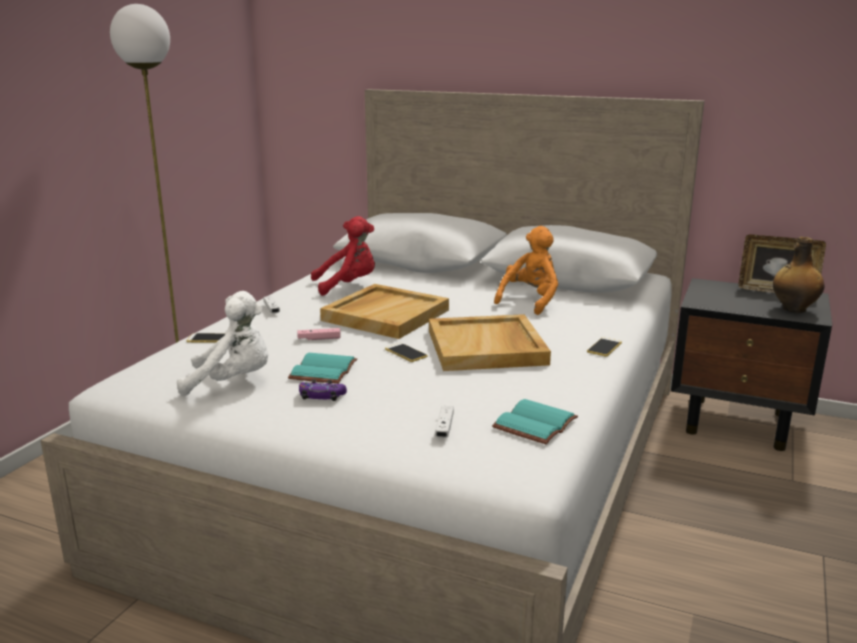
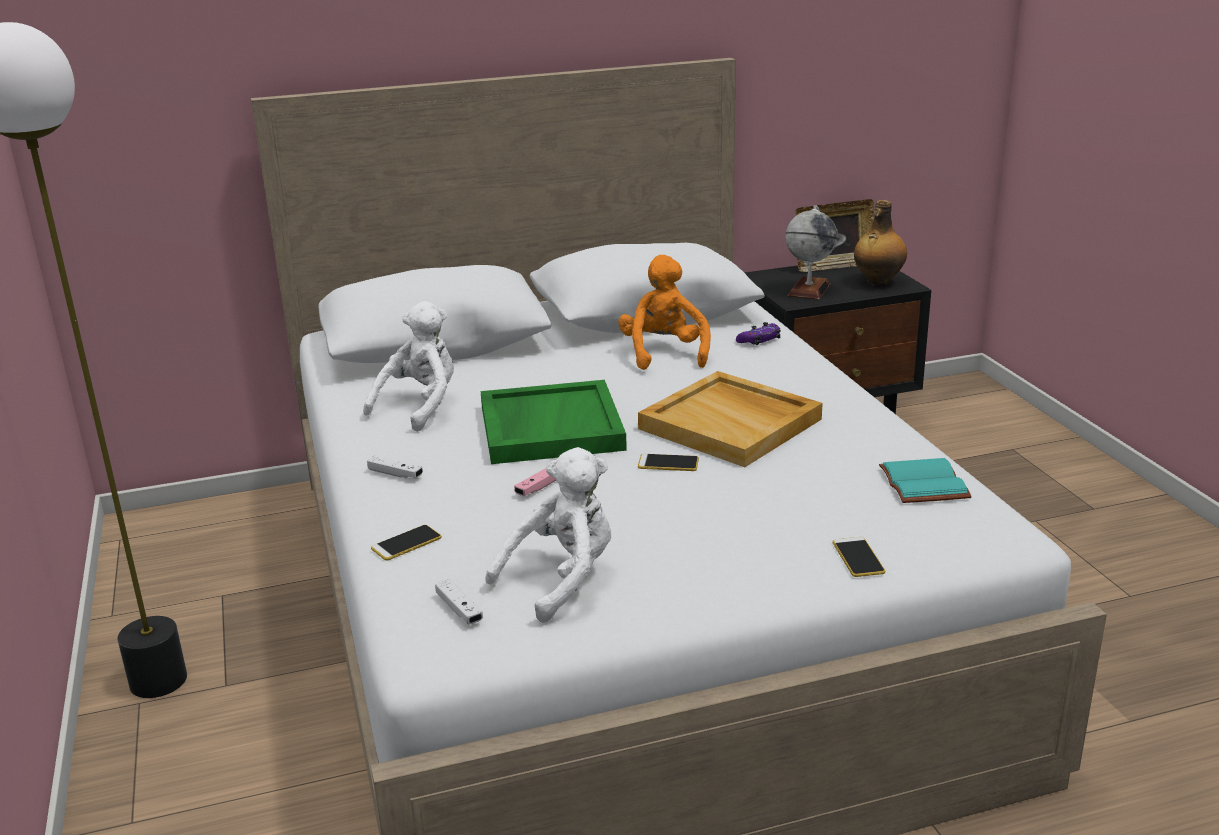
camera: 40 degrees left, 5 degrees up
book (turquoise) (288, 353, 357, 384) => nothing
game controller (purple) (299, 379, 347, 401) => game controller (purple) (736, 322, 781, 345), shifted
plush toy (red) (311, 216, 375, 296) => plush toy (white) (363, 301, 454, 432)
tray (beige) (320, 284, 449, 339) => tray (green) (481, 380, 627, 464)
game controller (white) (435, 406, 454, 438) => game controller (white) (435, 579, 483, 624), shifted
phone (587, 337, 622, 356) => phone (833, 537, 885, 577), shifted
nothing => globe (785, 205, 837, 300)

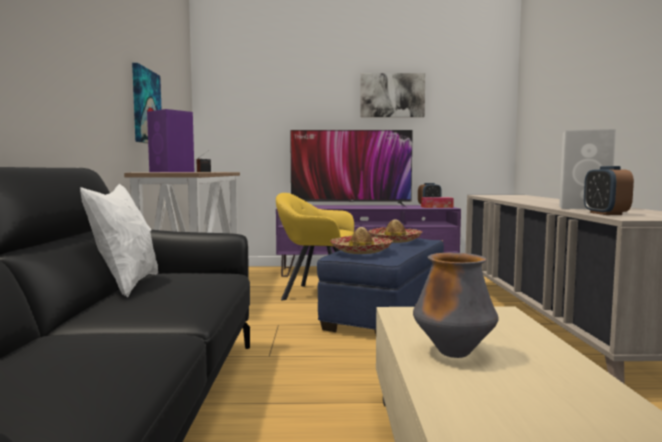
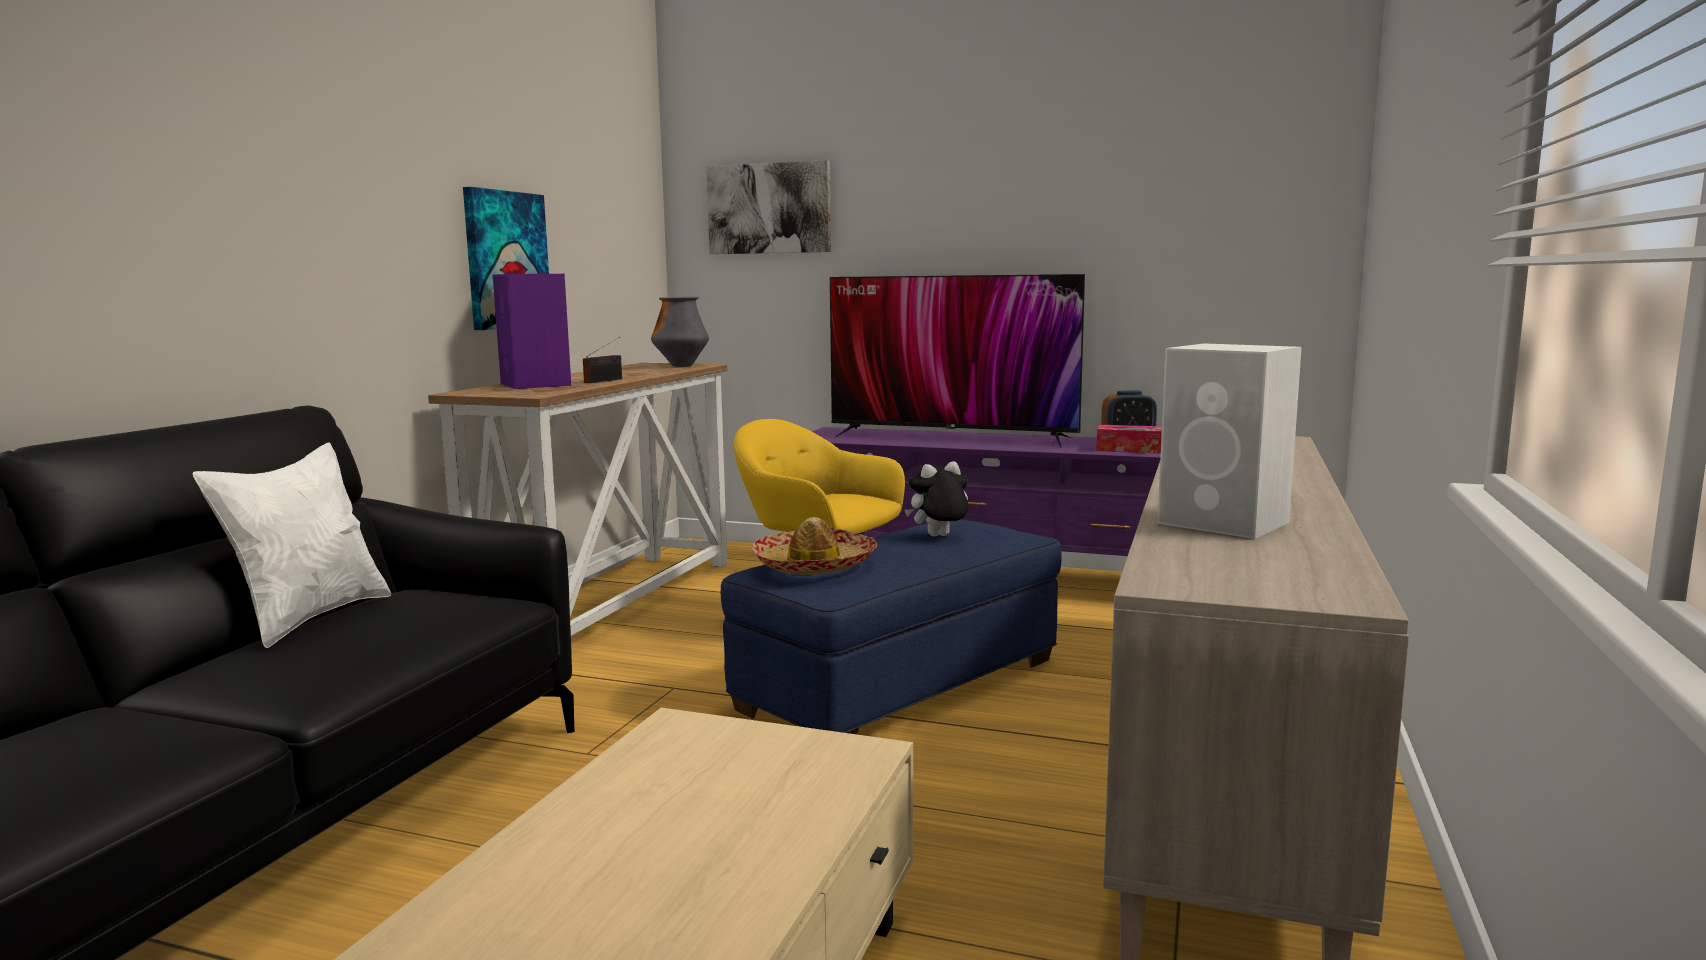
camera: 20 degrees right, 5 degrees up
picture (360, 73, 425, 117) => picture (706, 160, 831, 254), shifted
hat (368, 219, 423, 243) => plush toy (905, 461, 968, 537)
vase (413, 253, 498, 358) => vase (651, 297, 709, 367), shifted
alarm clock (584, 166, 634, 215) => nothing

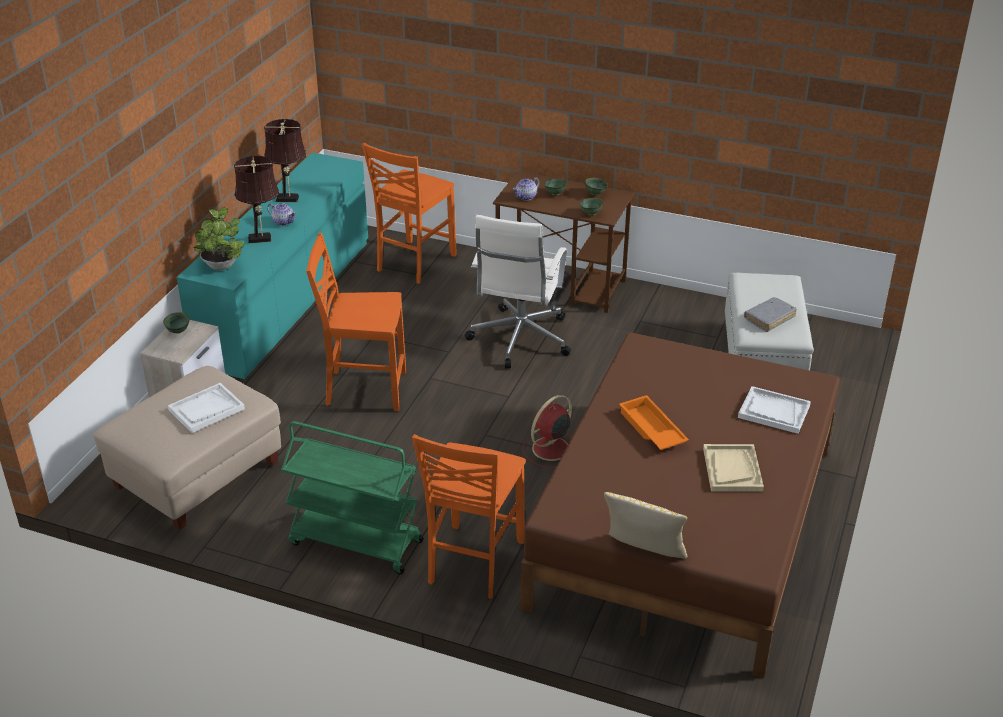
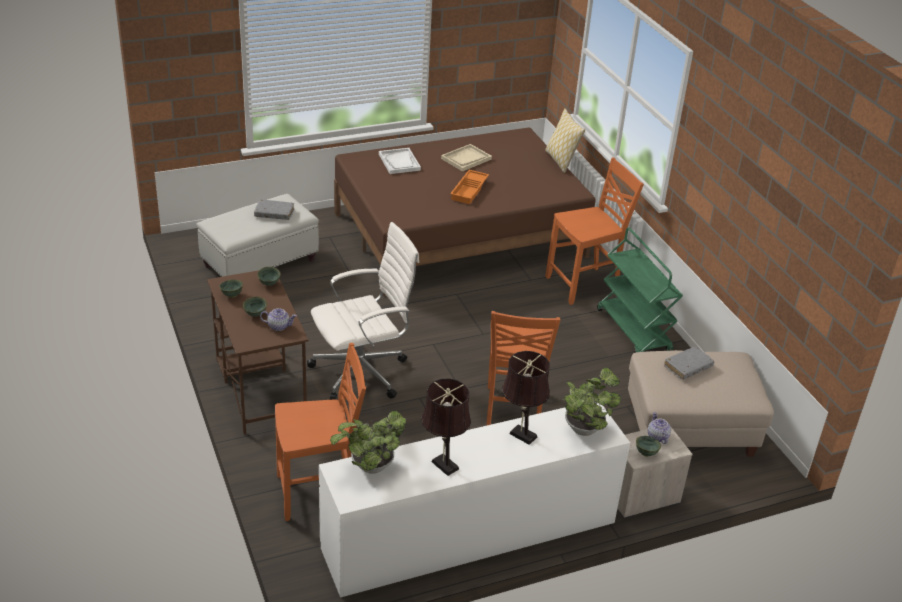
camera: 135 degrees left, 0 degrees up
tray (white) (168, 383, 245, 433) => book (grey) (664, 347, 714, 380)
dresser (turquoise) (177, 152, 368, 379) => dresser (white) (319, 402, 630, 598)
teapot (267, 203, 296, 226) => teapot (648, 412, 671, 444), shifted
chair (orange) (306, 233, 406, 411) => chair (orange) (486, 311, 560, 426), 45 degrees clockwise
fan (red) (522, 395, 572, 468) => nothing
nothing => potted plant (330, 411, 407, 474)

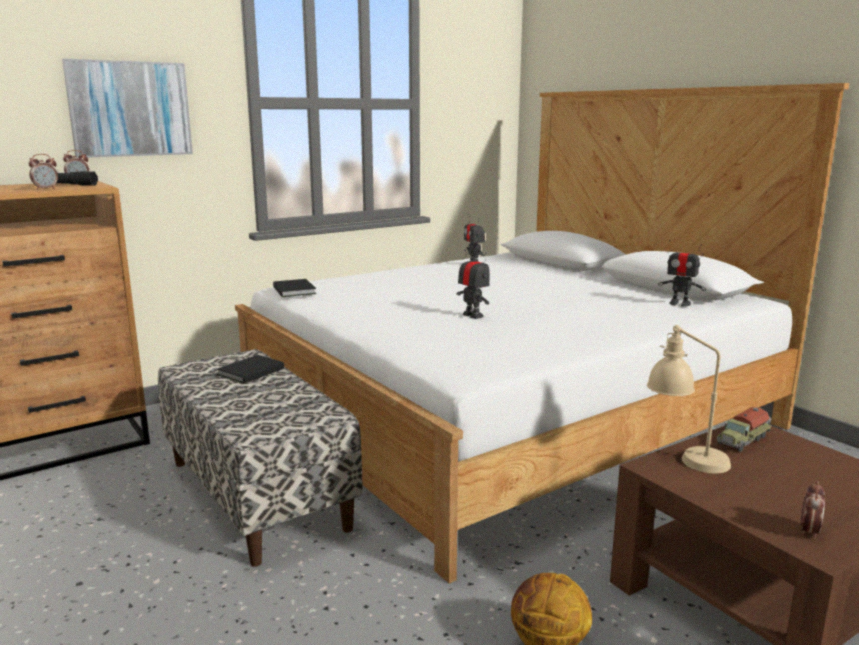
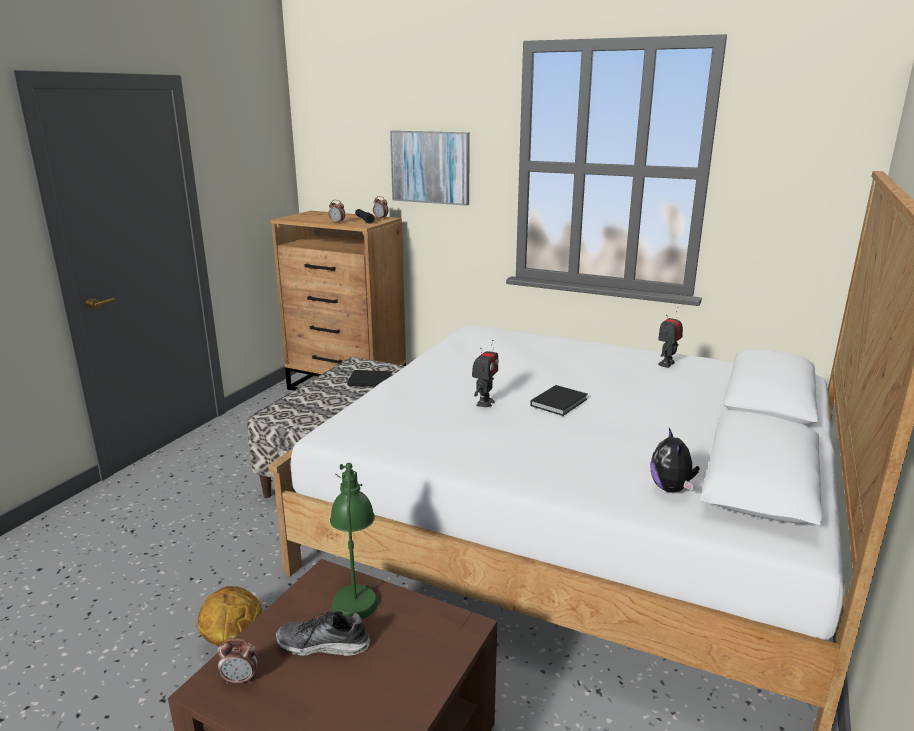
camera: 60 degrees right, 5 degrees up
book (black) (273, 279, 316, 297) => book (black) (530, 385, 587, 416), shifted
table lamp (beige) (647, 325, 731, 473) => table lamp (green) (330, 463, 378, 619)
toy robot (658, 240, 706, 307) => plush toy (650, 428, 700, 492)
toy truck (717, 407, 771, 452) => nothing
nothing => shoe (276, 611, 370, 656)

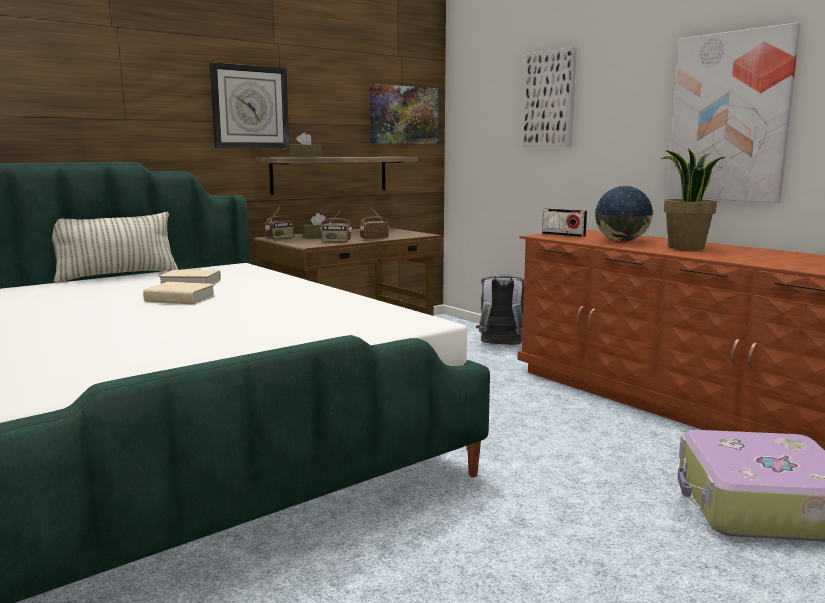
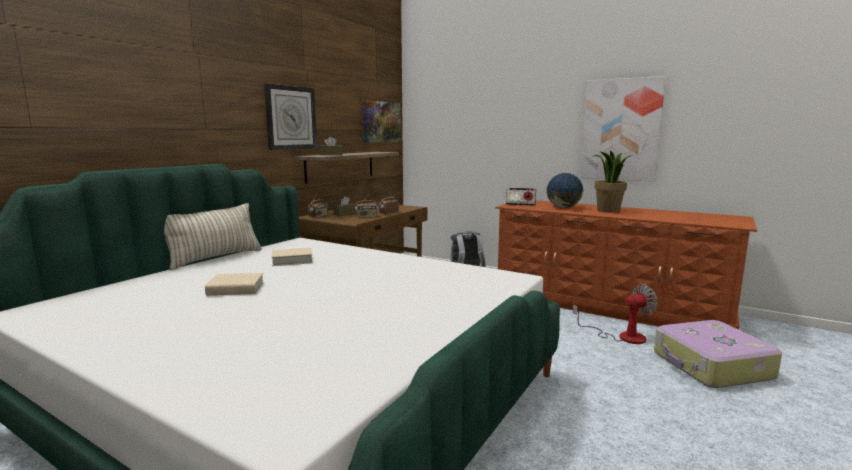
camera: 20 degrees left, 0 degrees up
book (beige) (143, 282, 215, 305) => book (beige) (205, 273, 264, 296), shifted
picture (522, 47, 576, 147) => nothing
nothing => fan (573, 284, 658, 344)

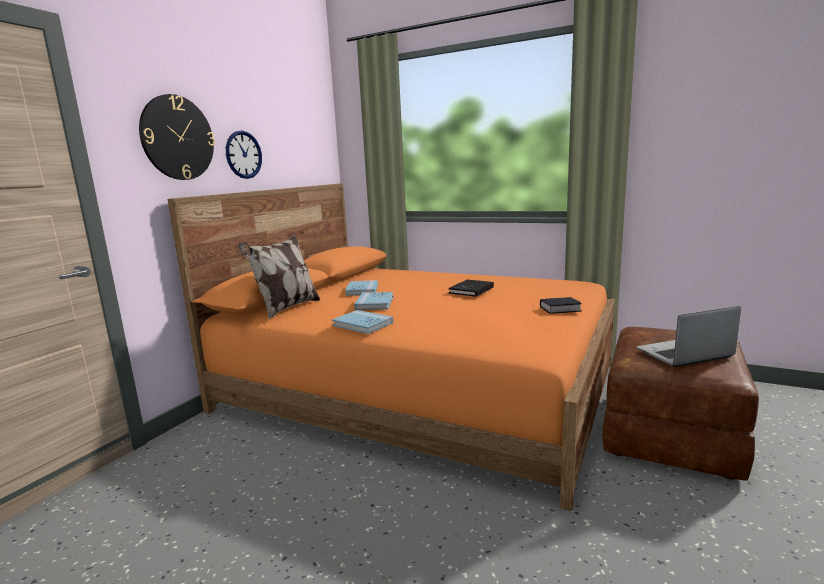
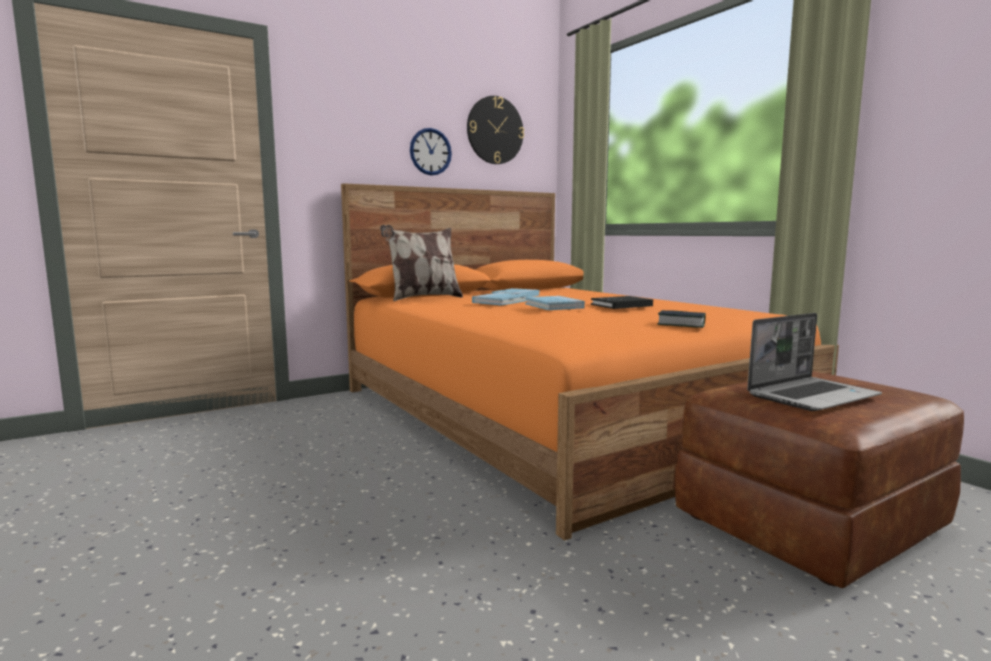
camera: 30 degrees right, 5 degrees down
wall clock (139, 94, 215, 180) => wall clock (467, 96, 524, 164), shifted
book (blue) (332, 310, 393, 334) => book (blue) (525, 296, 585, 310), shifted
laptop (637, 306, 741, 367) => laptop (747, 313, 882, 411), 135 degrees clockwise

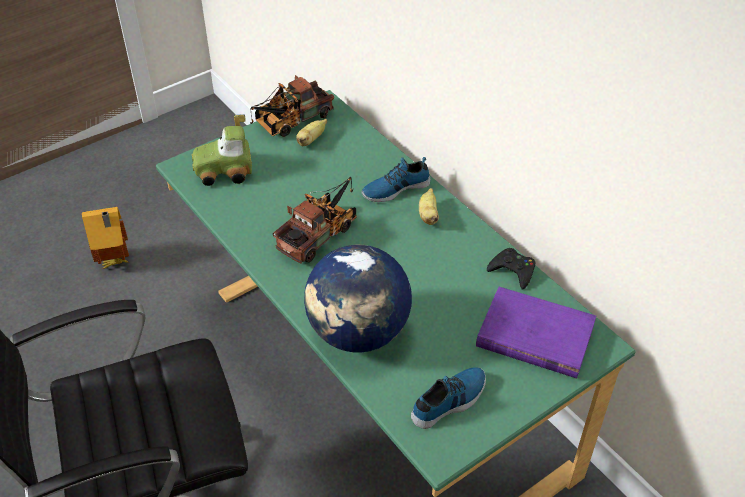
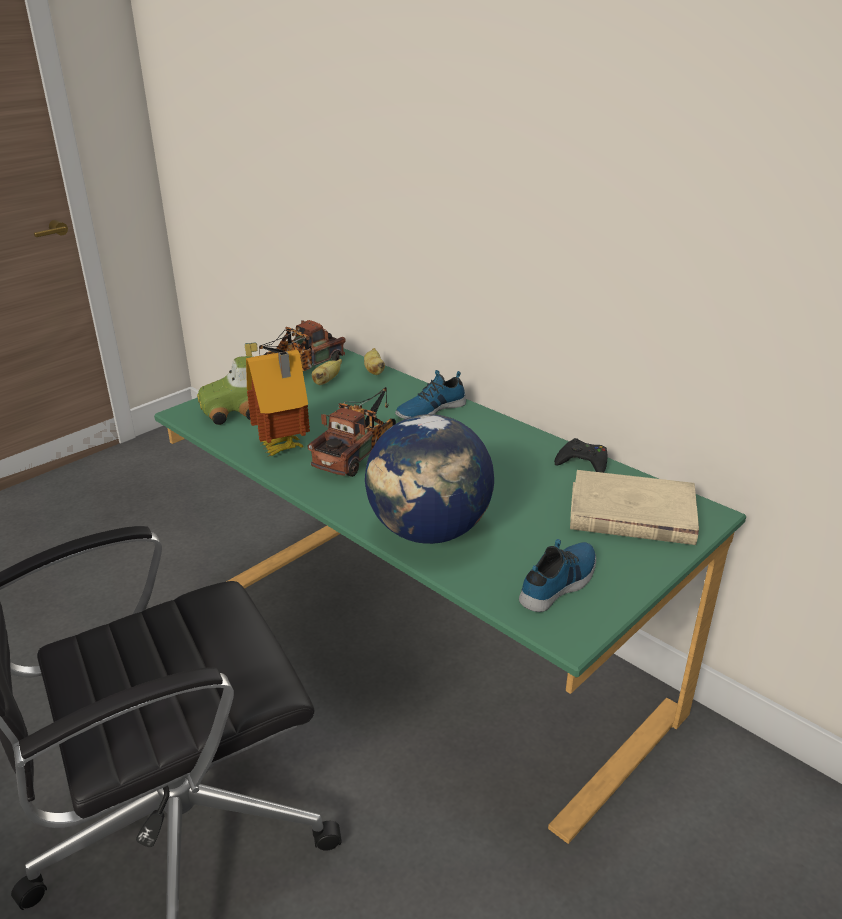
camera: 10 degrees left, 15 degrees down
toy house (82, 207, 129, 269) => toy house (246, 350, 310, 456), shifted
banana (419, 188, 439, 225) => banana (364, 348, 385, 375), shifted
book (purple) (476, 287, 596, 378) => book (beige) (570, 470, 699, 545)

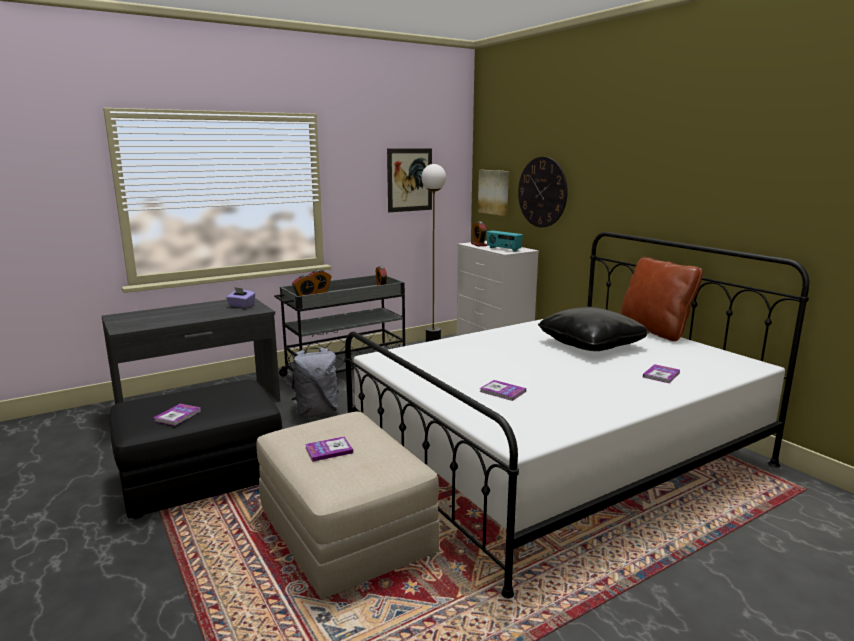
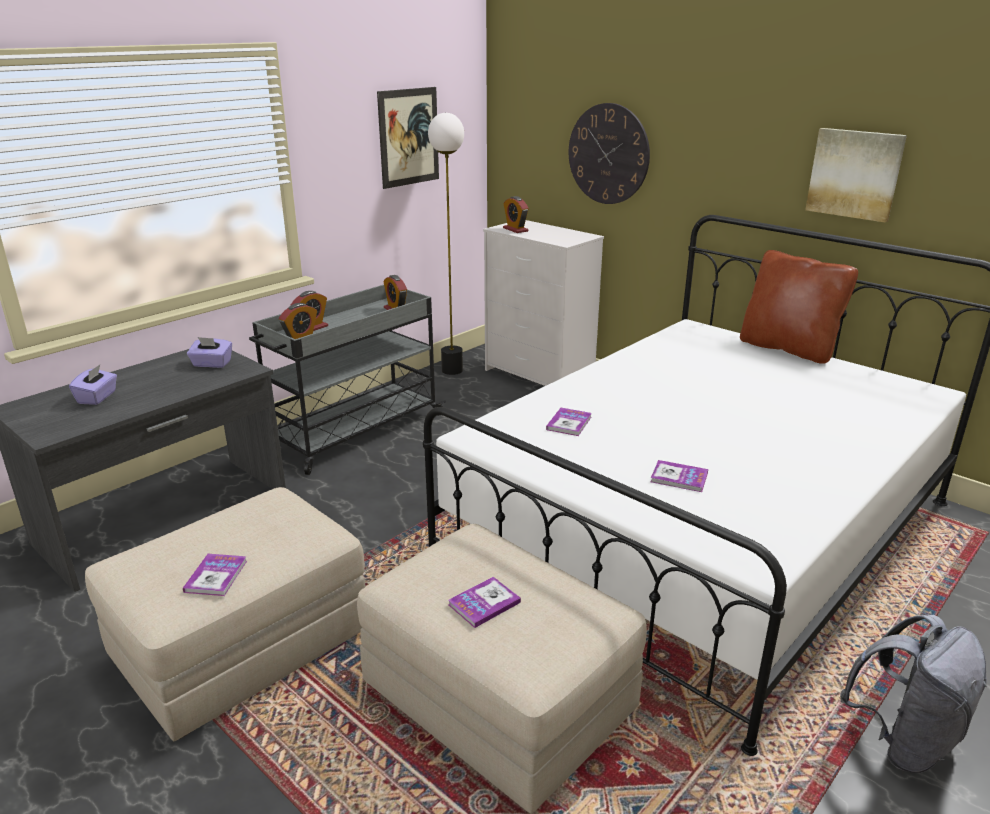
camera: 15 degrees left, 10 degrees up
ottoman (black) (110, 380, 282, 519) => ottoman (beige) (85, 487, 365, 741)
backpack (grey) (291, 347, 339, 416) => backpack (grey) (840, 615, 987, 773), shifted
picture (478, 170, 509, 216) => picture (805, 128, 907, 223), shifted
radio (486, 231, 523, 252) => nothing
pillow (black) (538, 307, 649, 351) => nothing
book (643, 364, 680, 383) => book (546, 408, 592, 436), shifted
nothing => tissue box (purple) (69, 365, 117, 405)

